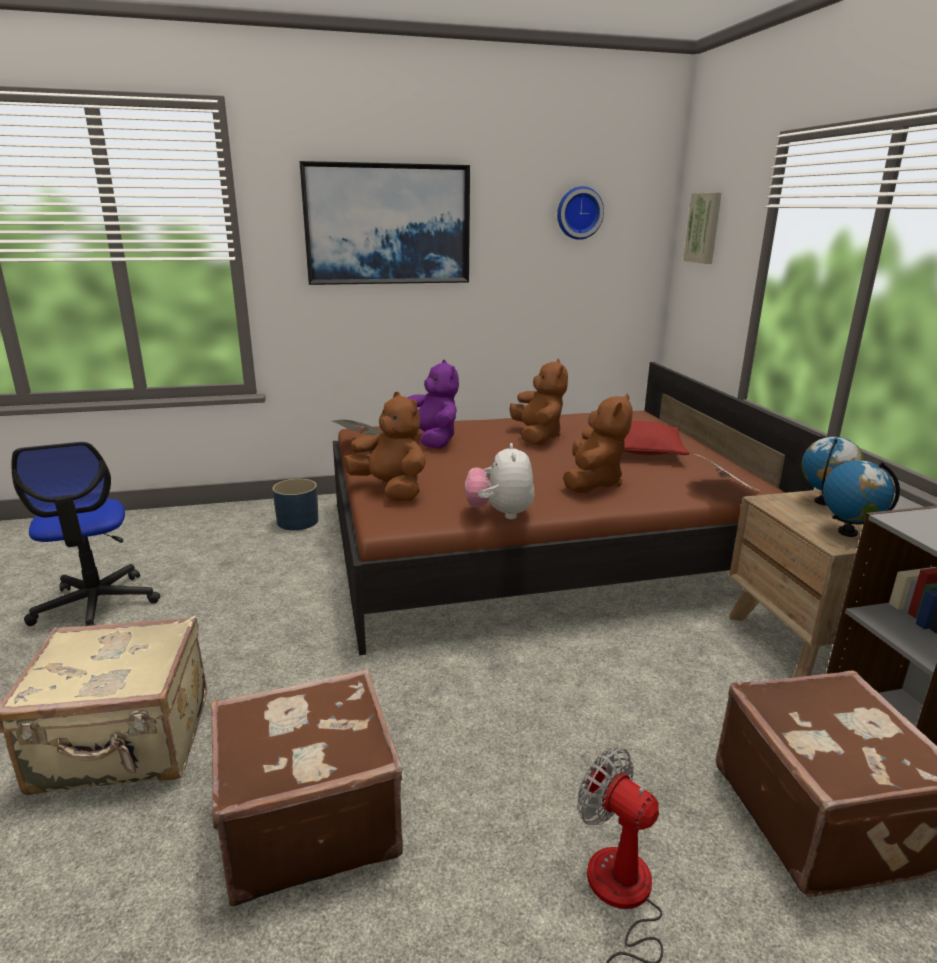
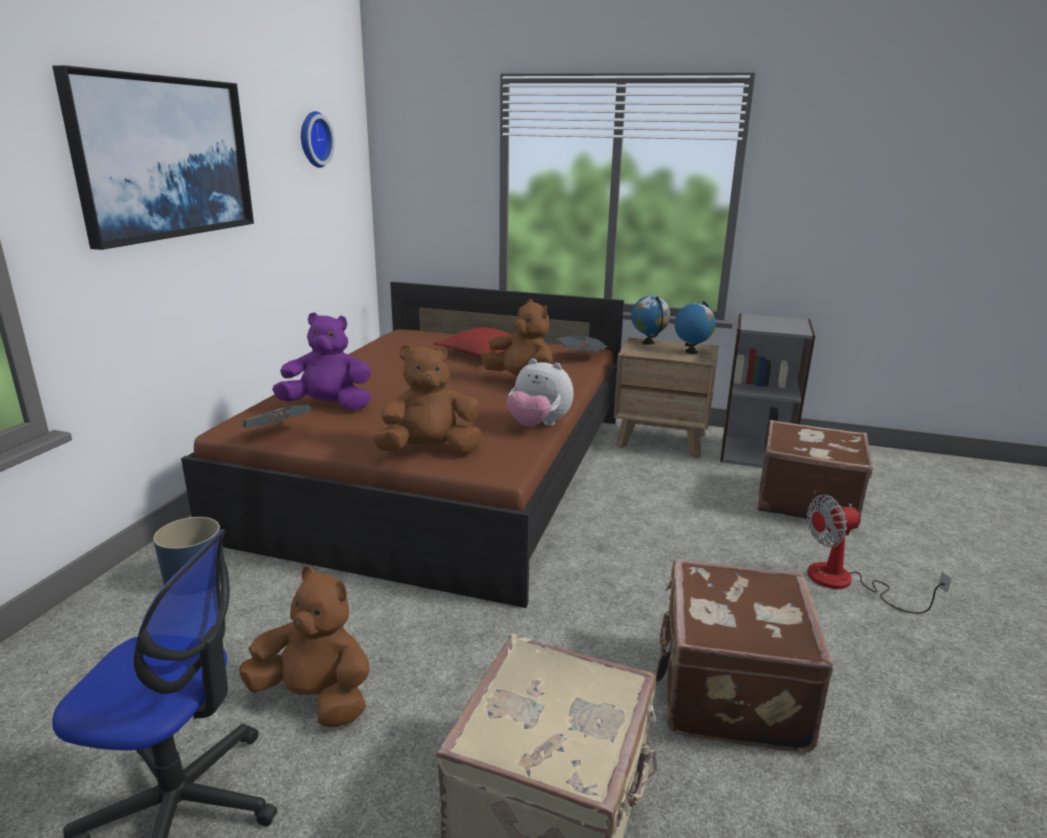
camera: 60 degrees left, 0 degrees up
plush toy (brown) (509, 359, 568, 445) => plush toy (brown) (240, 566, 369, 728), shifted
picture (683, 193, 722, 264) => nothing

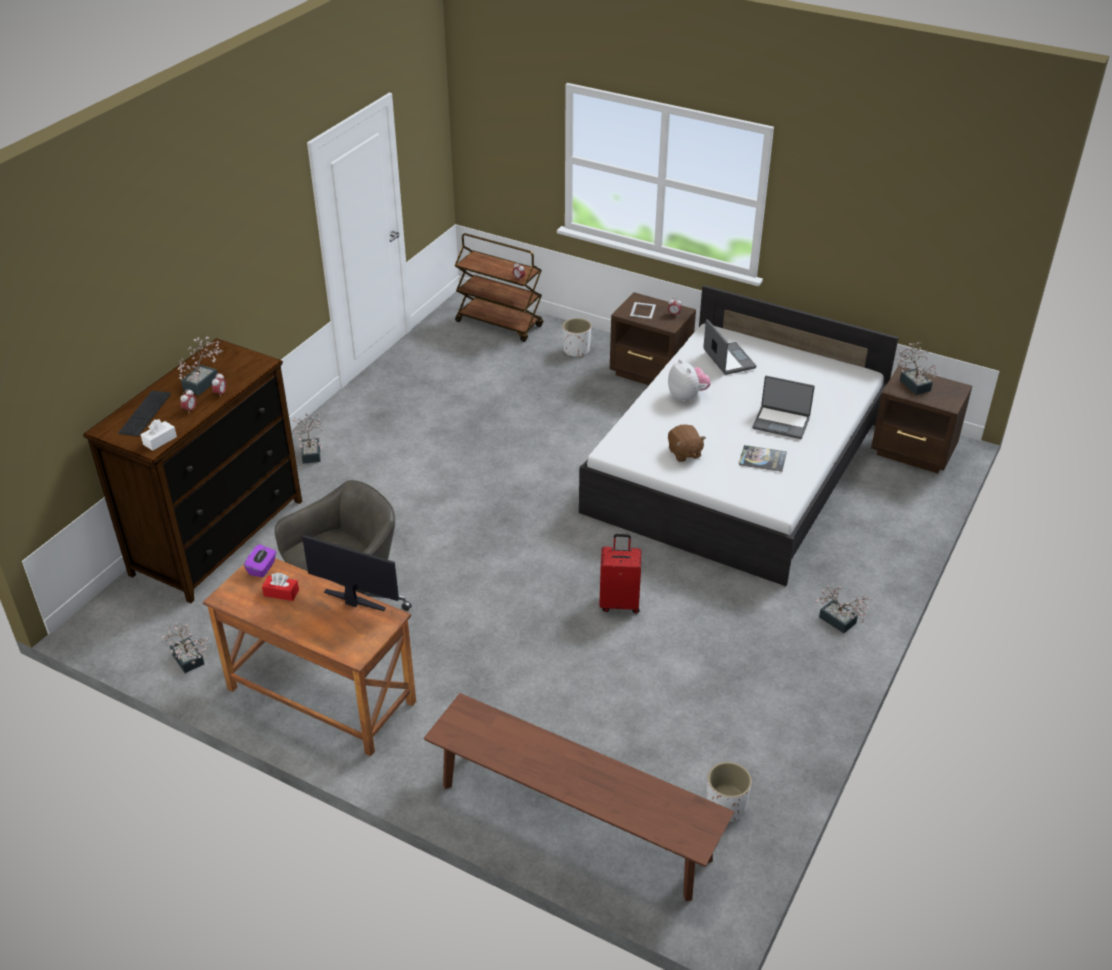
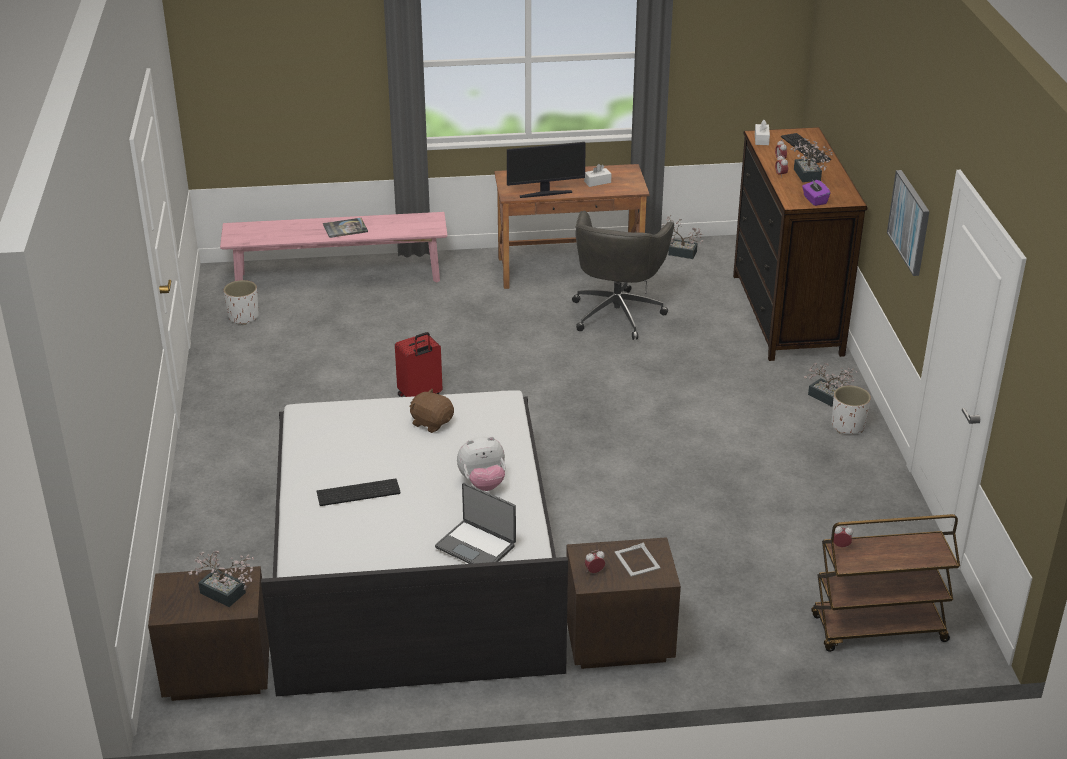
camera: 145 degrees right, 5 degrees down
tissue box (purple) (244, 544, 276, 578) => tissue box (purple) (802, 179, 830, 206), shifted
tissue box (red) (262, 573, 299, 601) => tissue box (white) (584, 164, 612, 187)
bench (brown) (424, 693, 735, 901) => bench (pink) (220, 212, 447, 283)
planter (white) (562, 318, 591, 358) => planter (white) (832, 386, 871, 434), shifted
plush toy (668, 359, 711, 402) => plush toy (457, 436, 506, 491), 45 degrees counterclockwise
book (739, 445, 787, 472) => book (323, 218, 368, 238), shifted
laptop (752, 376, 815, 439) => keyboard (317, 478, 401, 506)
potted plant (815, 586, 872, 633) => nothing
nothing => picture (887, 170, 929, 276)

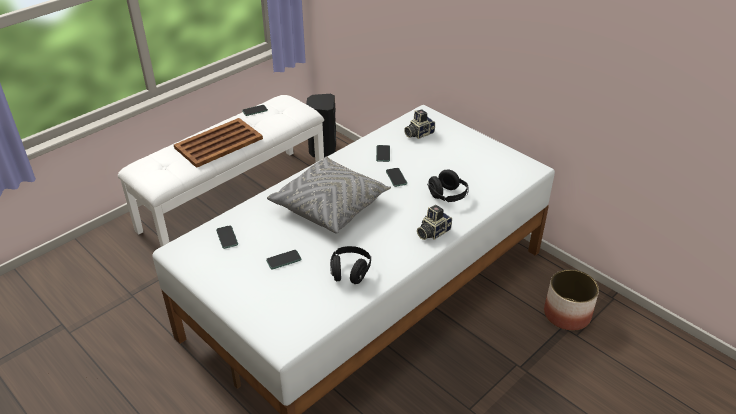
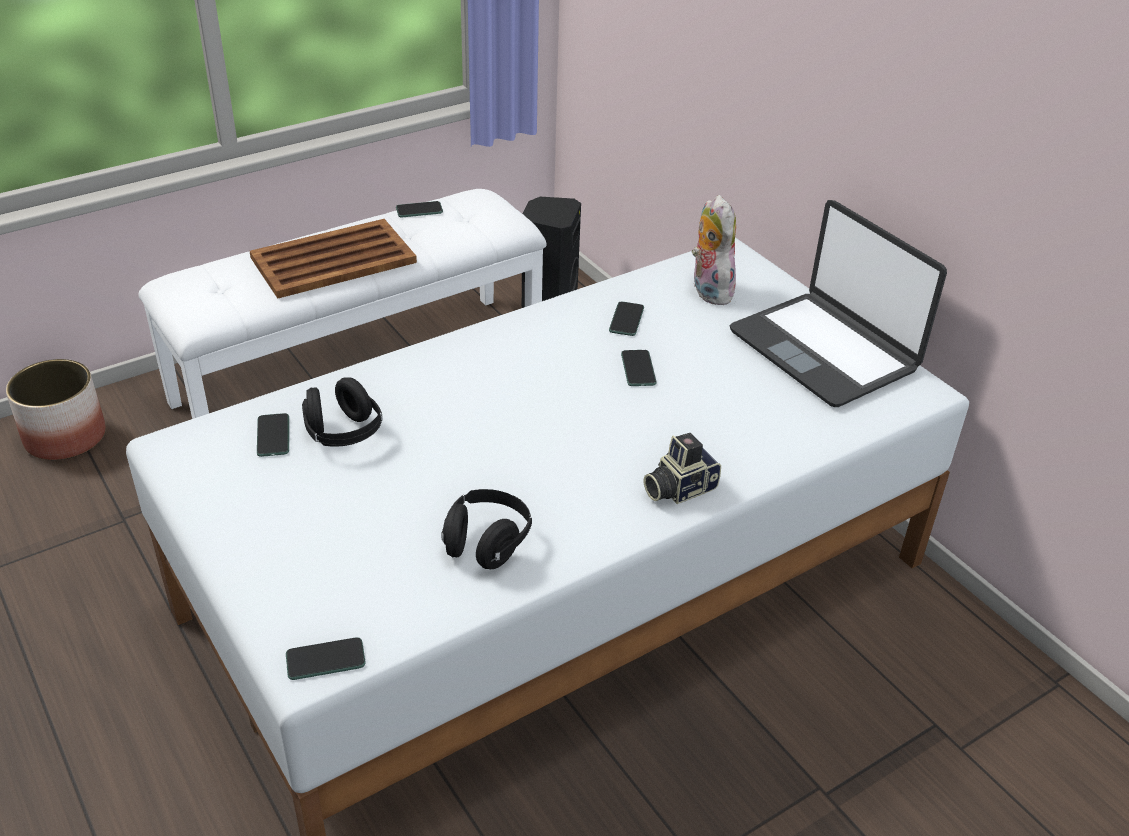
camera: 10 degrees right, 0 degrees up
phone (266, 250, 301, 269) => phone (286, 637, 366, 680), shifted
pillow (grey) (267, 157, 391, 234) => nothing
photo camera (404, 109, 435, 139) => plush toy (692, 195, 736, 305)
headphones (black) (427, 169, 469, 202) => headphones (black) (302, 377, 383, 447), shifted
planter (544, 269, 599, 331) => planter (6, 359, 106, 460), shifted
nothing => laptop (730, 200, 947, 407)

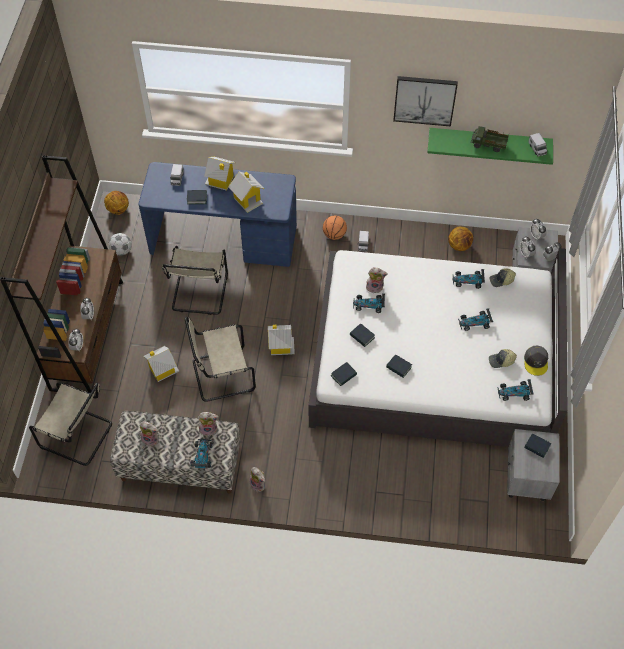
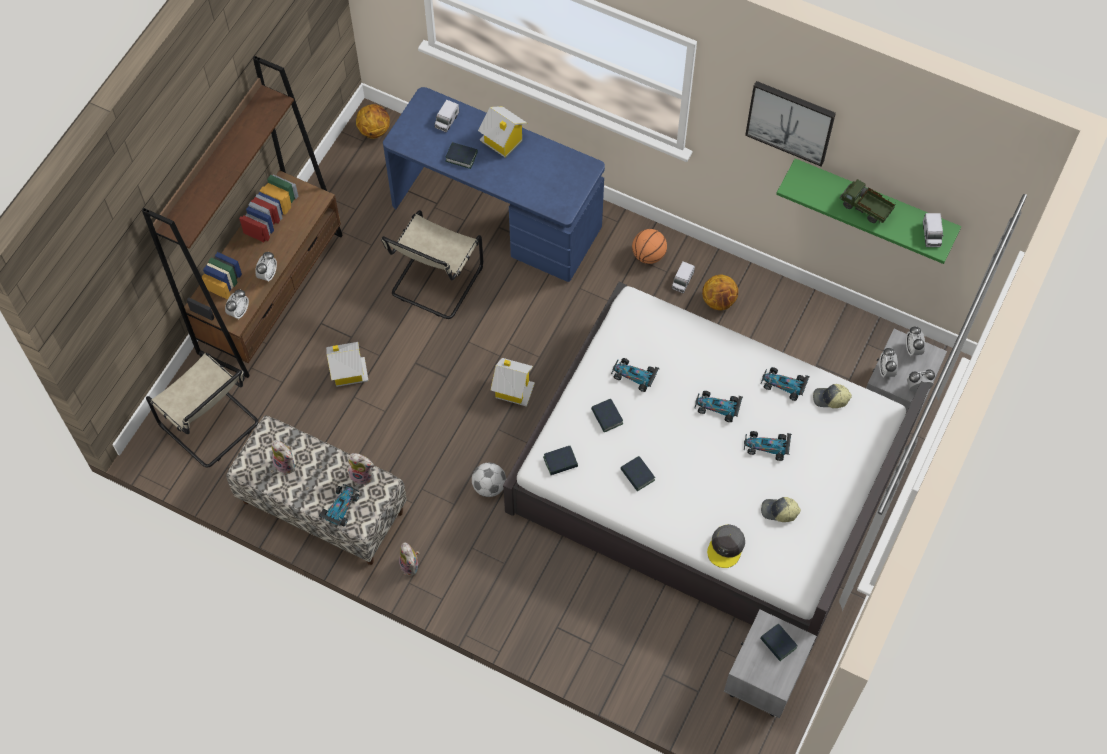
camera: 20 degrees right, 5 degrees up
football (109, 233, 132, 256) => football (472, 463, 506, 497), shifted
chair (beige) (185, 317, 256, 402) => nothing
toy house (228, 172, 264, 213) => nothing
plush toy (366, 267, 388, 293) => nothing
basketball (448, 227, 473, 251) => basketball (702, 275, 738, 310), shifted
toy car (497, 379, 533, 401) => toy car (694, 391, 743, 422), shifted
cap (grey) (524, 346, 548, 376) => cap (grey) (707, 524, 745, 568), shifted

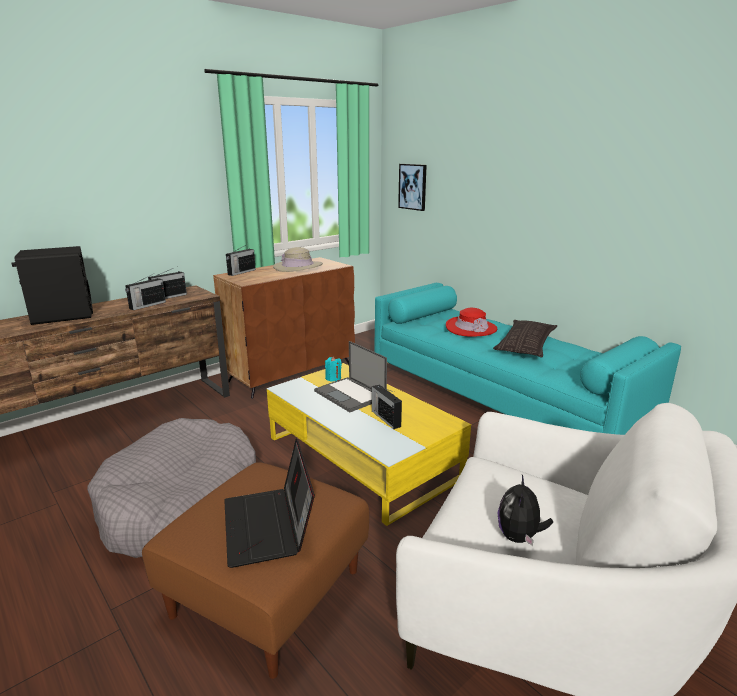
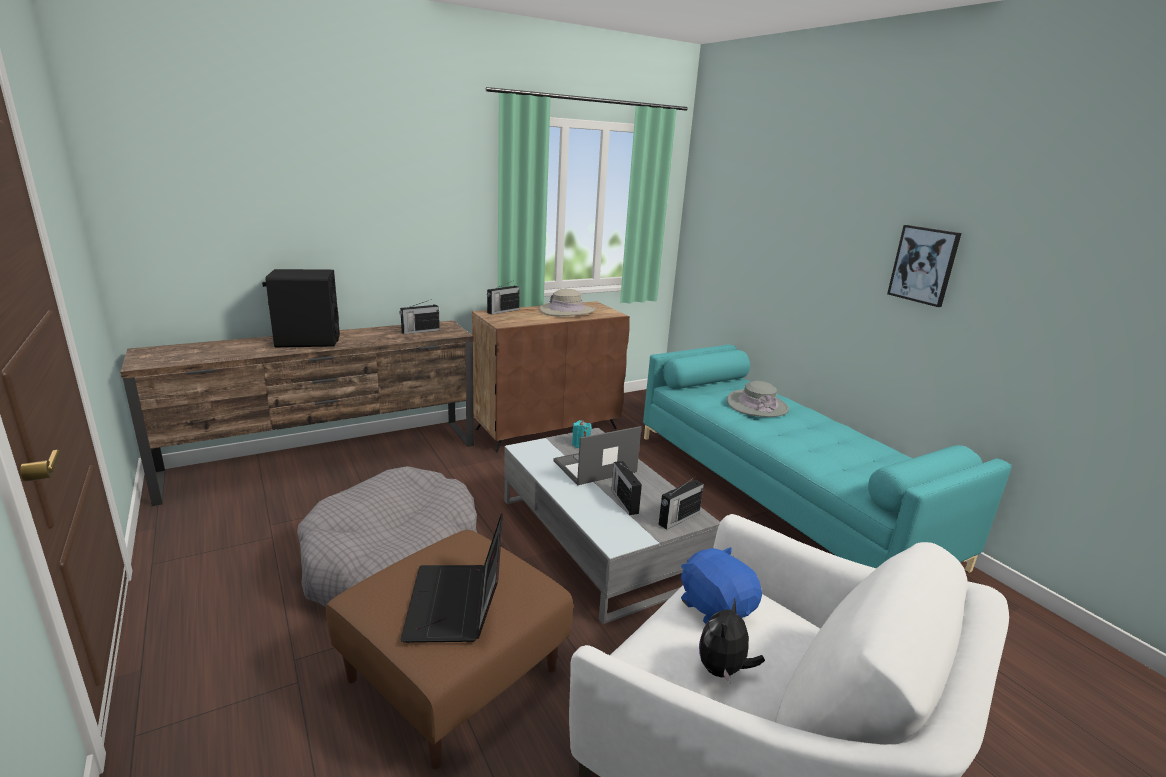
camera: 10 degrees right, 0 degrees up
radio (125, 273, 166, 310) => radio (659, 475, 704, 530), shifted
coffee table (yellow) (267, 363, 471, 526) => coffee table (grey) (504, 428, 720, 624)
laptop (314, 341, 387, 412) => laptop (553, 426, 641, 485), 90 degrees clockwise
picture (398, 164, 427, 211) => picture (887, 225, 961, 307), shifted
hat (red) (446, 308, 497, 336) => hat (grey) (727, 381, 789, 417)
pillow (493, 320, 557, 357) => nothing
nothing => plush toy (blue) (681, 547, 762, 624)

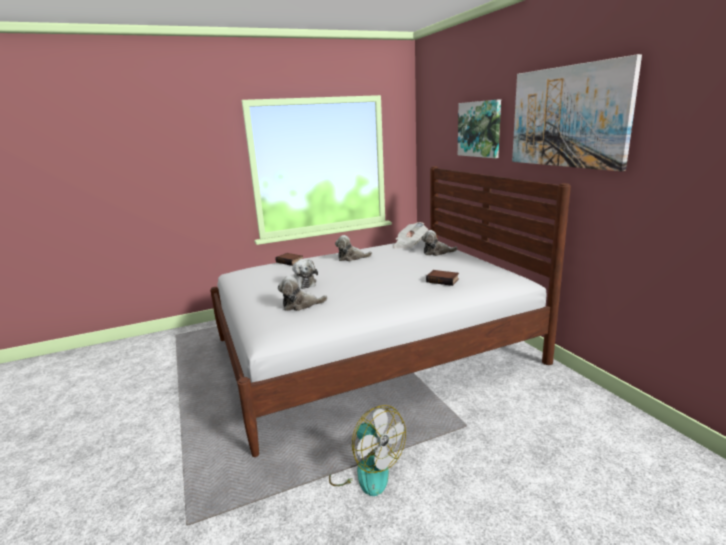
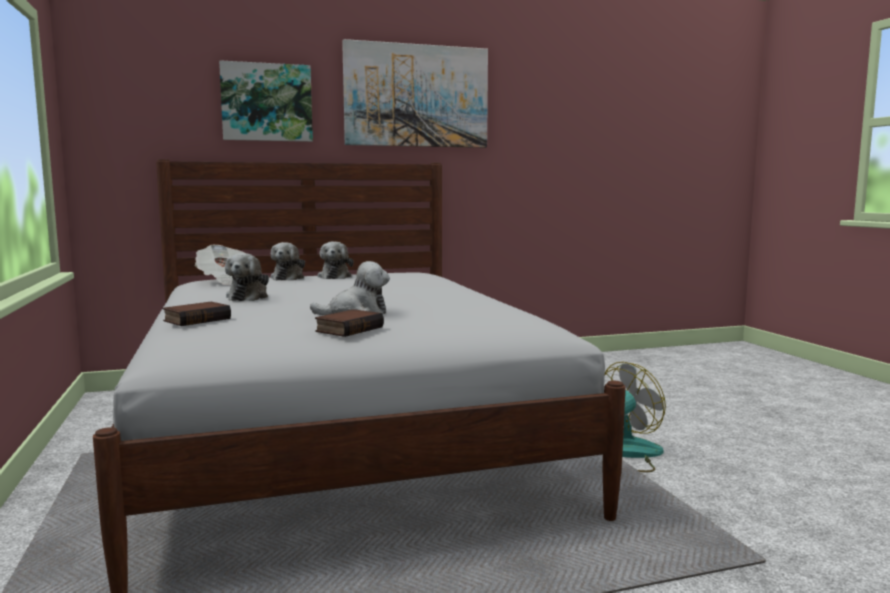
camera: 85 degrees left, 10 degrees down
plush toy (278, 276, 328, 311) => plush toy (317, 242, 353, 279), shifted
book (426, 270, 459, 286) => book (315, 309, 384, 337), shifted

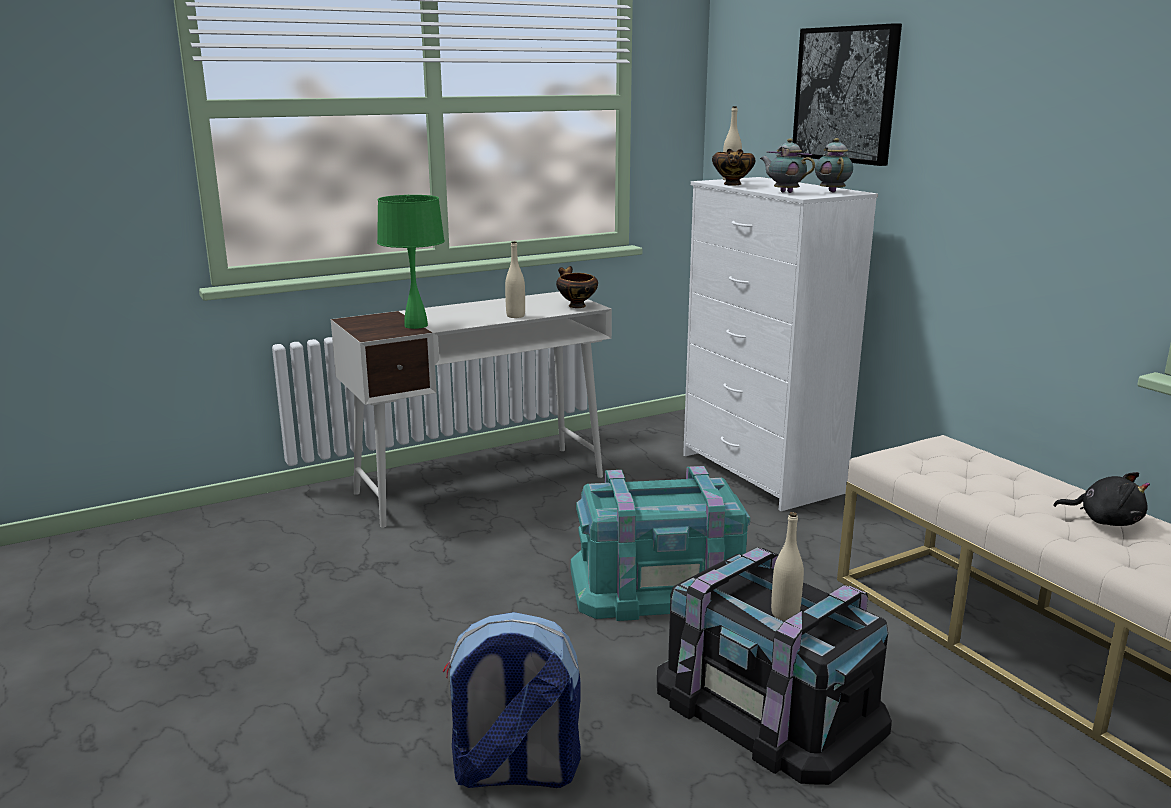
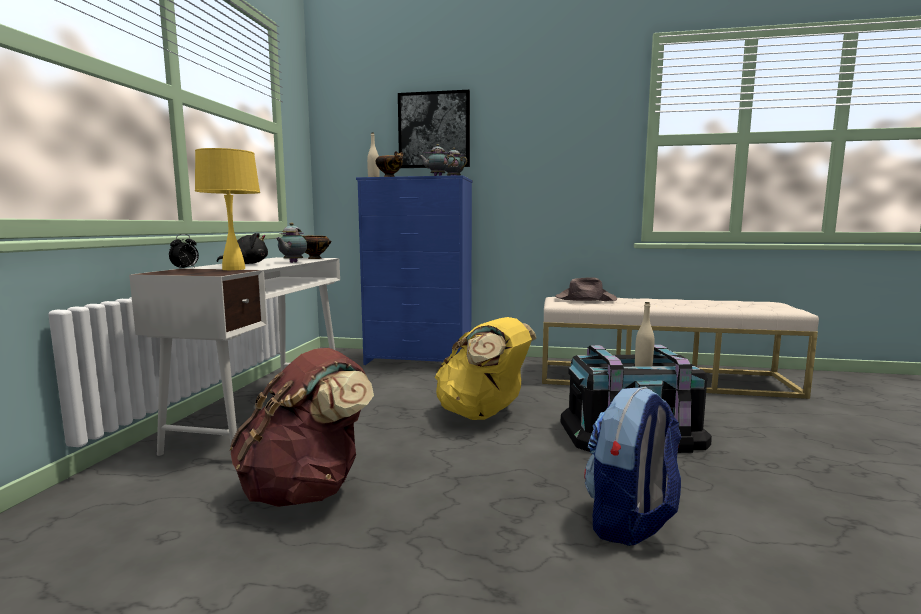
camera: 50 degrees left, 10 degrees down
table lamp (green) (377, 195, 445, 329) => table lamp (yellow) (195, 148, 260, 270)
bottle (beige) (505, 241, 525, 318) => teapot (276, 223, 307, 263)
storage box (turquoise) (571, 466, 750, 621) => backpack (yellow) (435, 317, 537, 420)
dresser (white) (683, 177, 878, 511) => dresser (blue) (356, 175, 473, 365)
plush toy (black) (1053, 472, 1150, 526) => plush toy (black) (217, 233, 268, 264), shifted
nothing => alarm clock (169, 234, 199, 269)
nothing => backpack (brown) (230, 348, 374, 507)
nothing => hat (brown) (555, 277, 617, 301)

